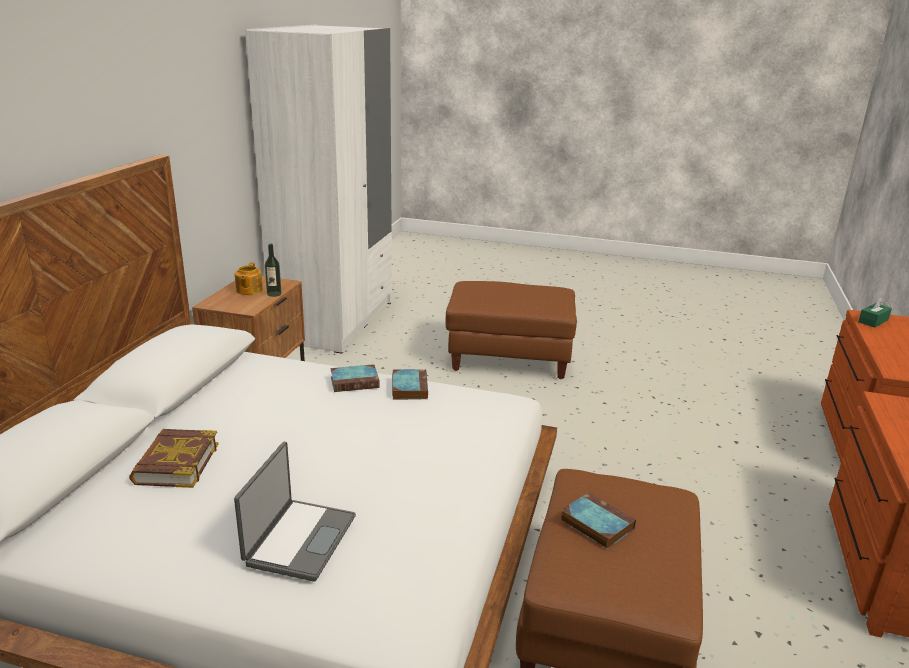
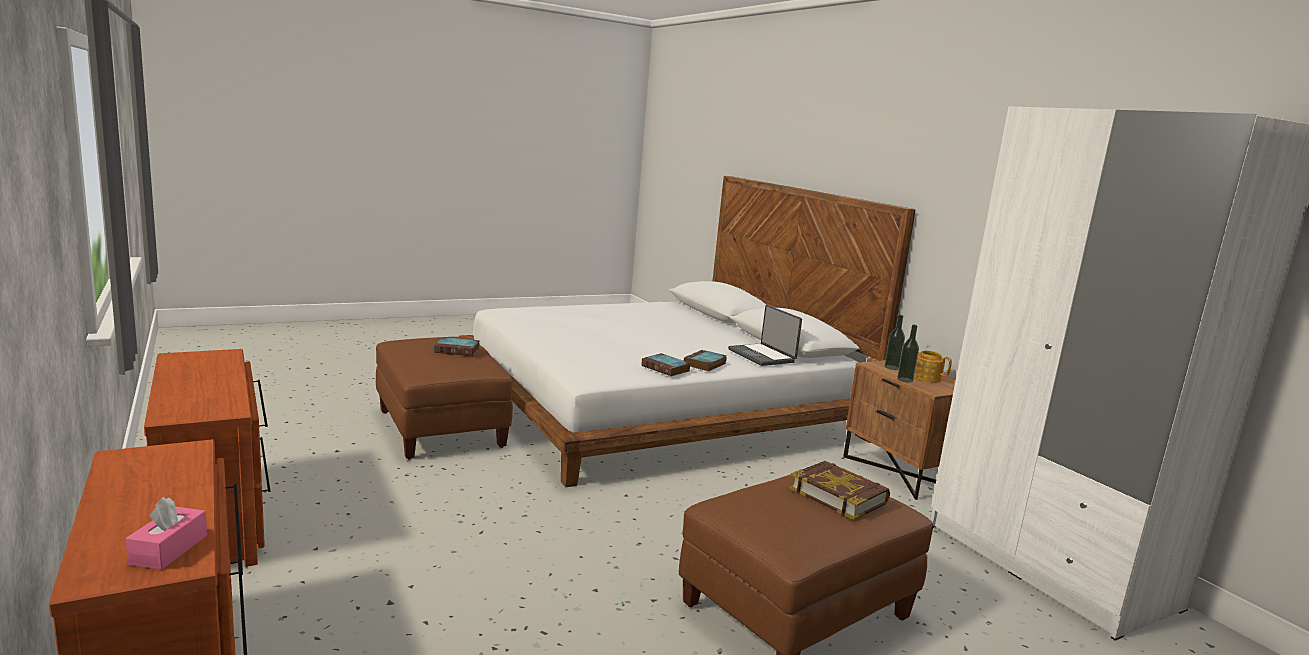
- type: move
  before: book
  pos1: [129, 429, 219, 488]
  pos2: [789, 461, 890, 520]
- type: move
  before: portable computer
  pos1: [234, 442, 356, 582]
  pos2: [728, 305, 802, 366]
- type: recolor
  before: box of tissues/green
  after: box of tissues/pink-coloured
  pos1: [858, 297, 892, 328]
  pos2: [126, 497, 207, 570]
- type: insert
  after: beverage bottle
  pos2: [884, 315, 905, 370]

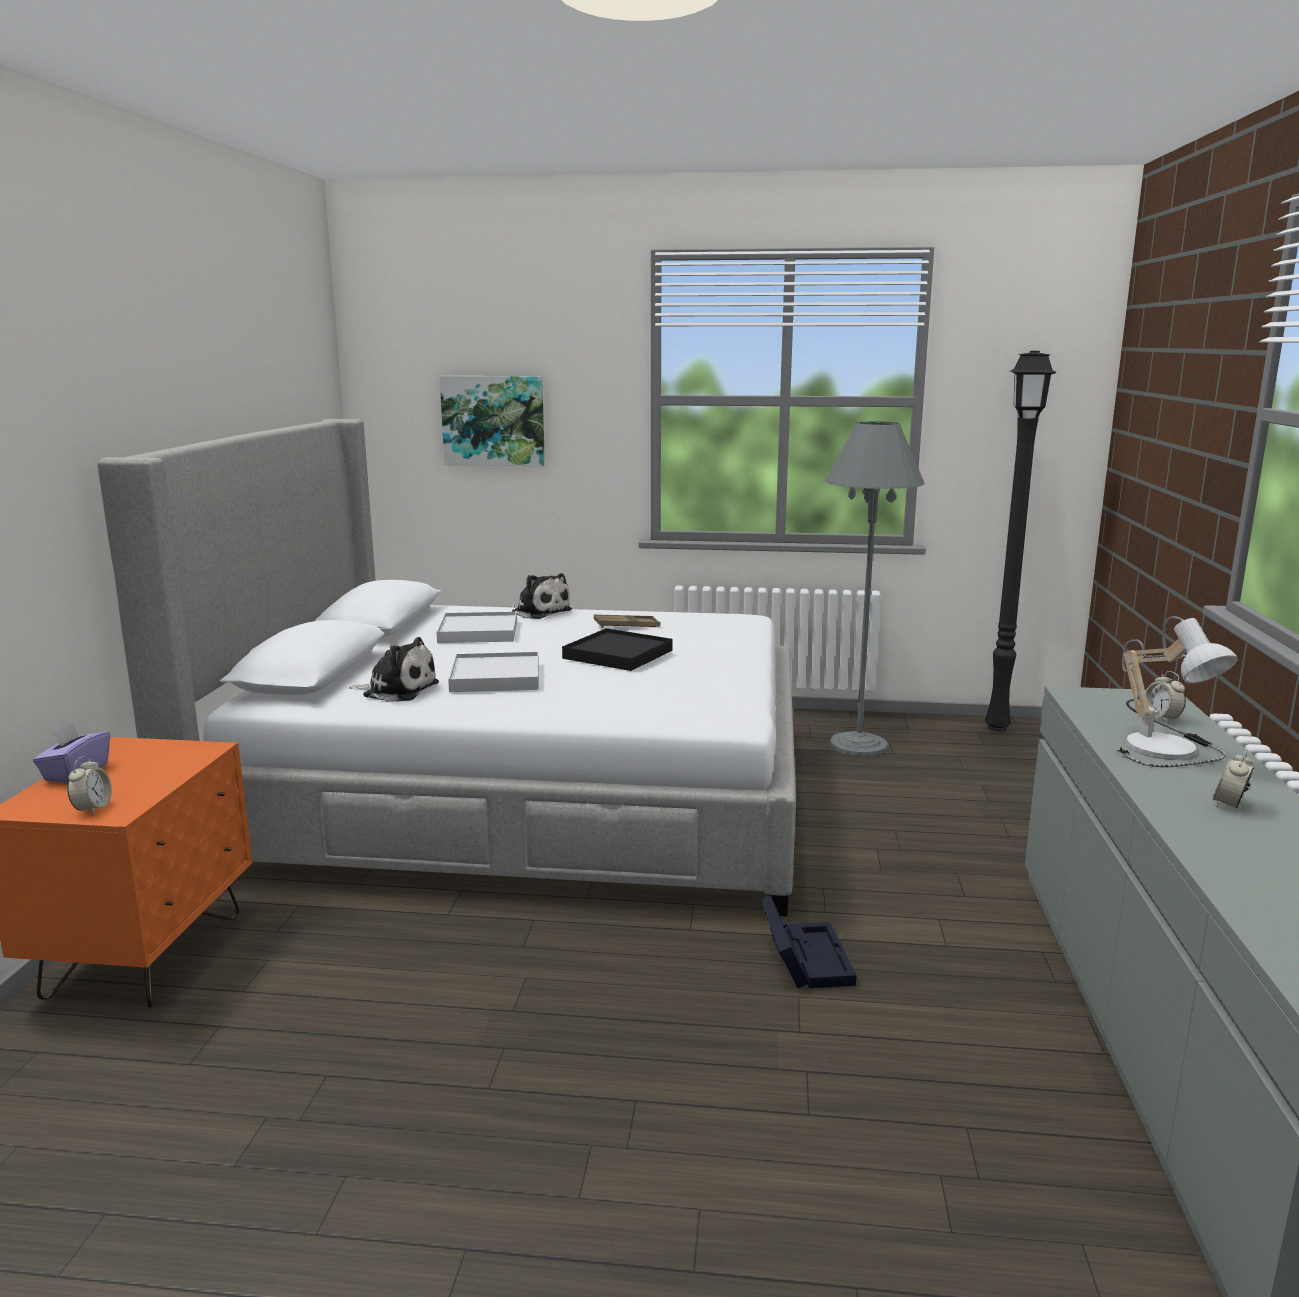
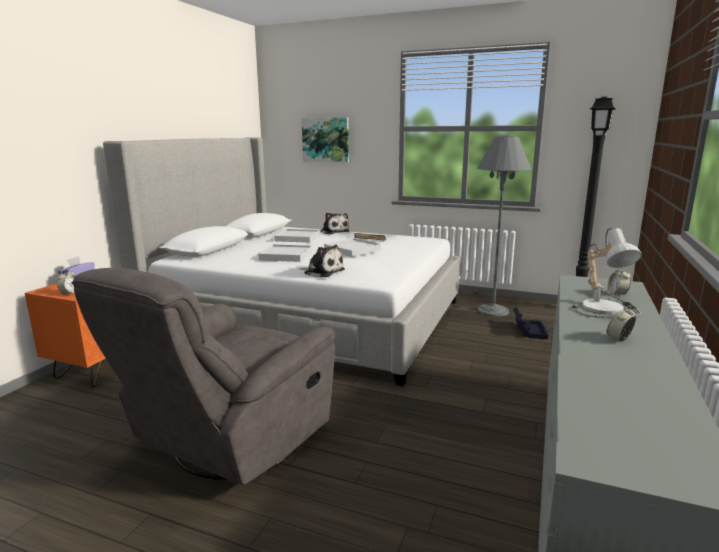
- type: move
  before: cuddly toy
  pos1: [349, 637, 439, 702]
  pos2: [299, 245, 345, 277]
- type: recolor
  before: tray/blackish
  after: tray/whitish
  pos1: [562, 628, 672, 671]
  pos2: [324, 238, 381, 257]
- type: move
  before: storage bin/blackish
  pos1: [760, 895, 856, 988]
  pos2: [513, 307, 548, 339]
- type: insert
  after: lounge chair/gray
  pos2: [71, 268, 335, 485]

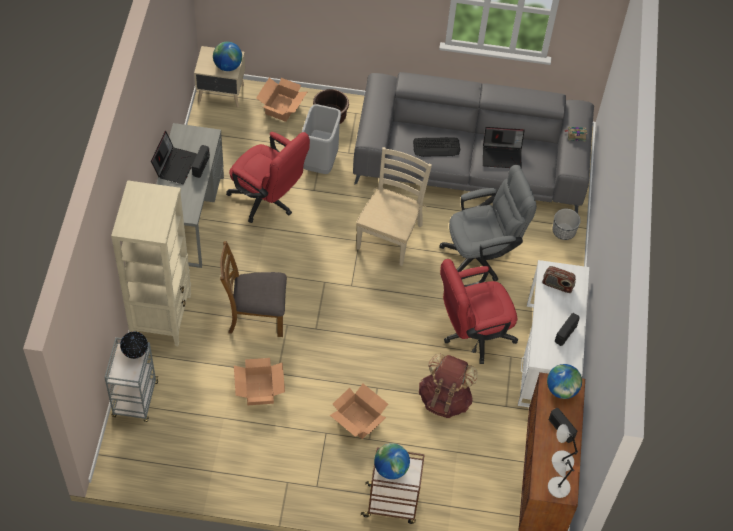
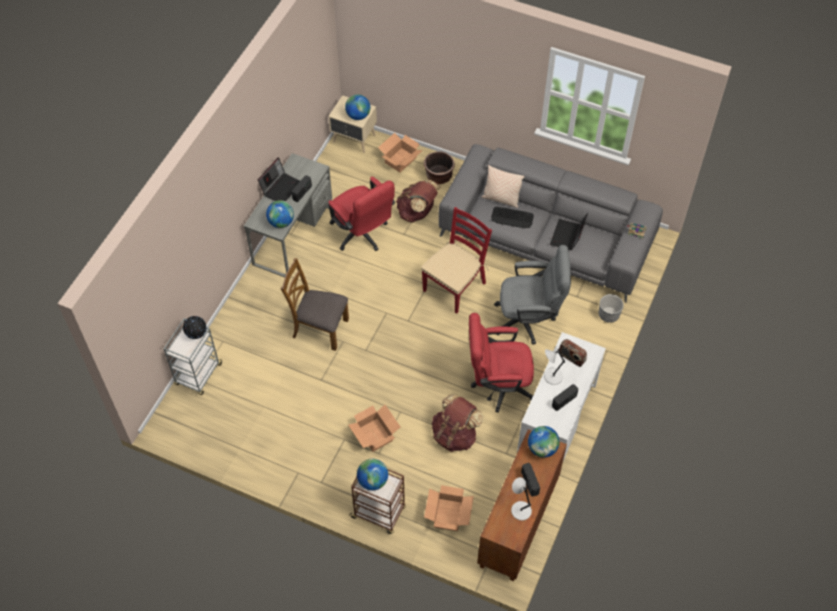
- type: delete
  before: bookcase/sand-coloured
  pos1: [111, 180, 191, 346]
- type: move
  before: packing box
  pos1: [234, 358, 285, 405]
  pos2: [424, 485, 474, 531]
- type: replace
  before: trash can/gray
  after: knapsack/brown
  pos1: [302, 104, 341, 174]
  pos2: [396, 180, 440, 222]
- type: recolor
  before: chair/sand-coloured
  after: chair/red-coloured
  pos1: [356, 147, 432, 266]
  pos2: [421, 207, 492, 314]
- type: rotate
  before: portable computer
  pos1: [483, 127, 525, 168]
  pos2: [550, 213, 588, 250]
  turn: 90
- type: move
  before: tabletop lamp/gray
  pos1: [548, 460, 574, 498]
  pos2: [544, 349, 565, 385]
- type: insert
  after: globe
  pos2: [266, 200, 294, 228]
- type: insert
  after: throw pillow/sand-coloured
  pos2: [482, 165, 525, 208]

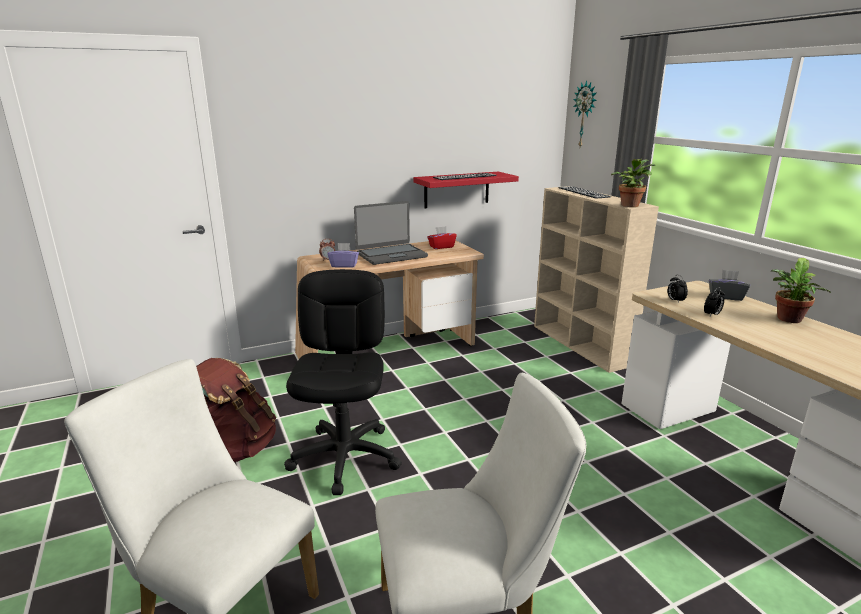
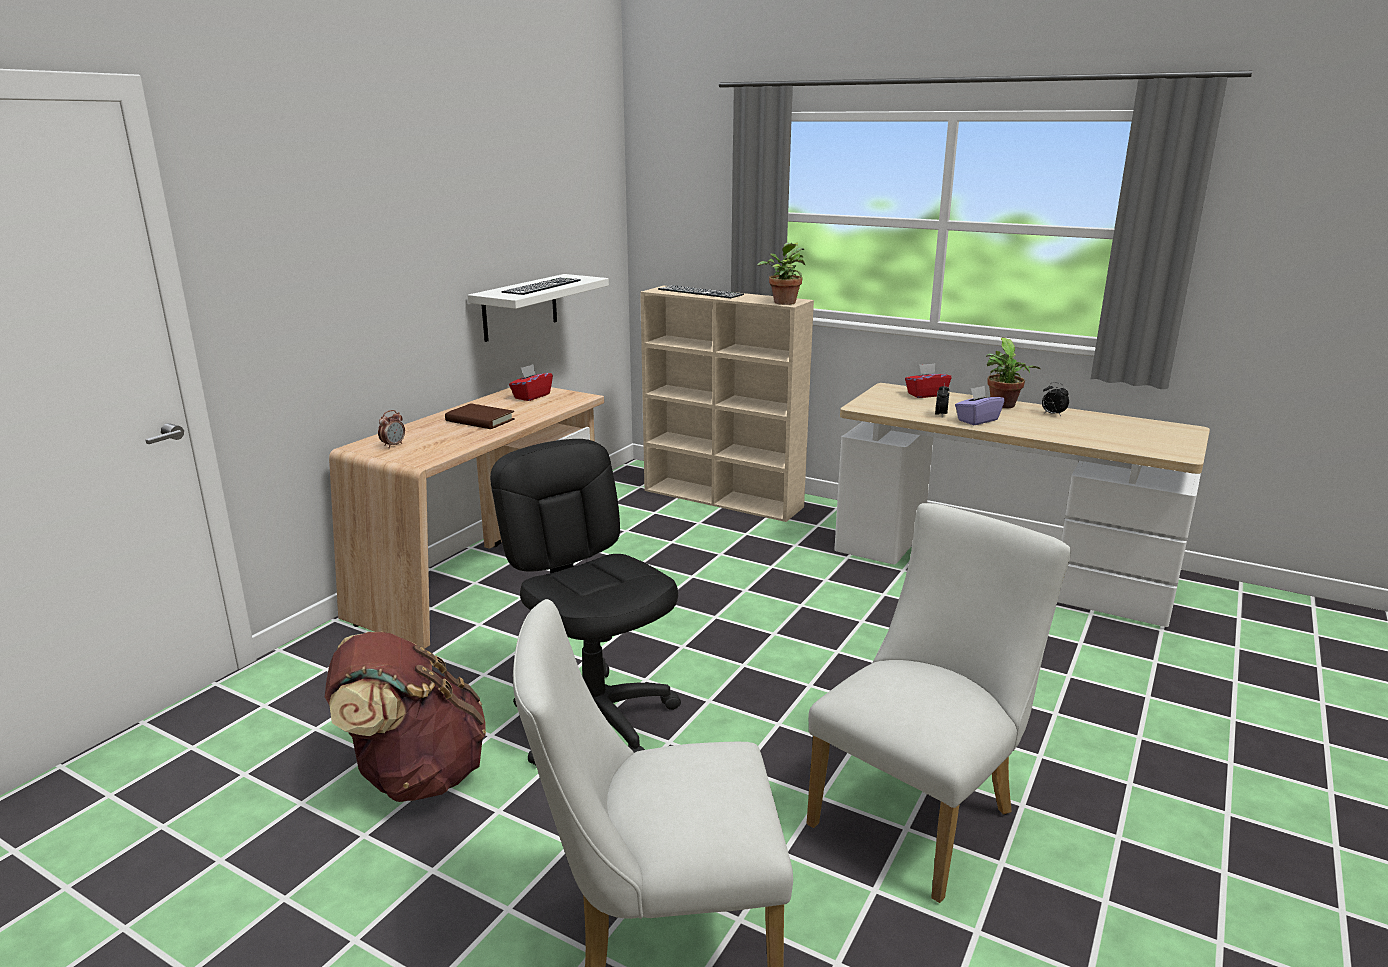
- type: move
  before: box of tissues/purple
  pos1: [327, 243, 359, 268]
  pos2: [955, 386, 1005, 425]
- type: replace
  before: portable computer
  after: book/brown
  pos1: [354, 201, 428, 265]
  pos2: [445, 403, 515, 429]
- type: recolor
  before: shelf/red-coloured
  after: shelf/whitish
  pos1: [413, 172, 519, 208]
  pos2: [468, 274, 609, 342]
- type: delete
  before: hanging clock
  pos1: [573, 80, 597, 147]
- type: move
  before: table clock
  pos1: [668, 275, 688, 303]
  pos2: [1042, 382, 1069, 416]
- type: recolor
  before: box of tissues/gray
  after: box of tissues/red-coloured
  pos1: [709, 270, 750, 301]
  pos2: [905, 363, 951, 398]

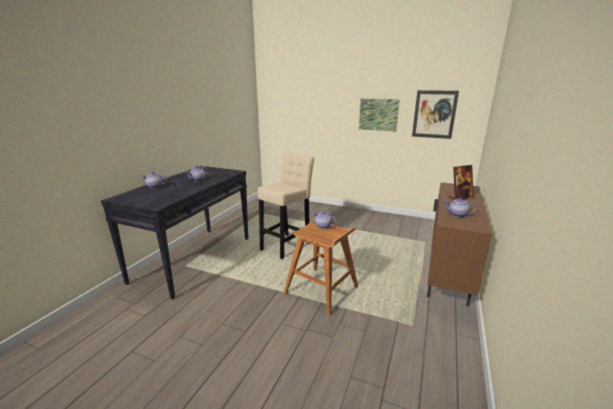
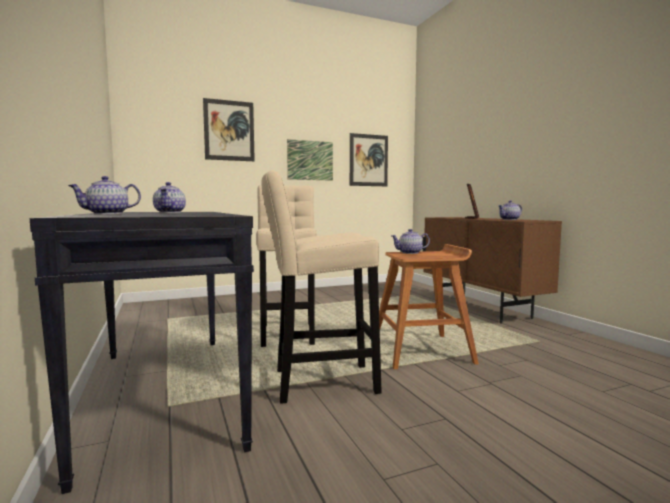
- type: insert
  after: wall picture
  pos2: [203, 98, 255, 161]
- type: insert
  after: sitting stool/sand-coloured
  pos2: [261, 171, 382, 404]

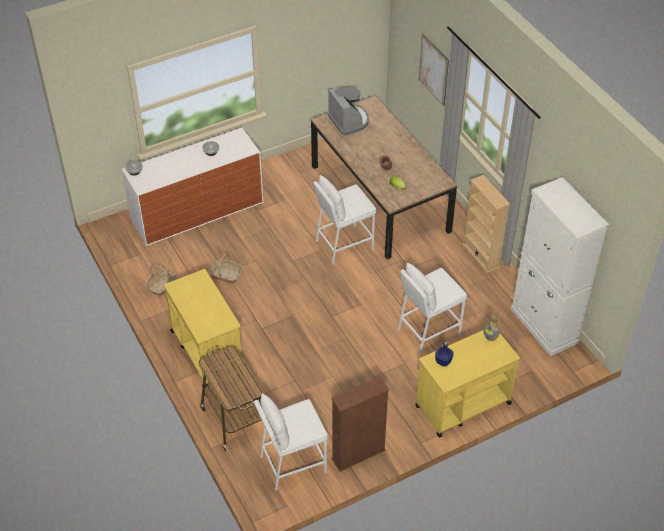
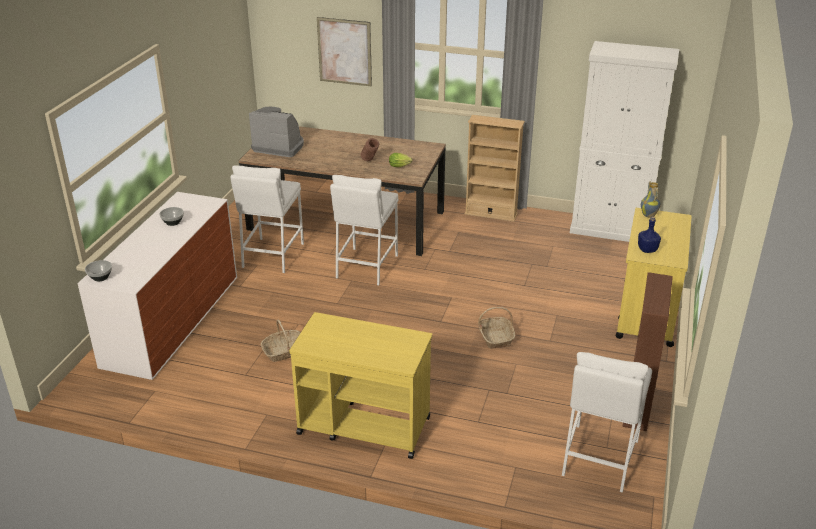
- type: move
  before: household basket
  pos1: [145, 265, 178, 297]
  pos2: [478, 307, 515, 349]
- type: delete
  before: trolley
  pos1: [198, 347, 263, 452]
- type: move
  before: sitting stool/whitish
  pos1: [398, 263, 467, 354]
  pos2: [230, 166, 304, 273]

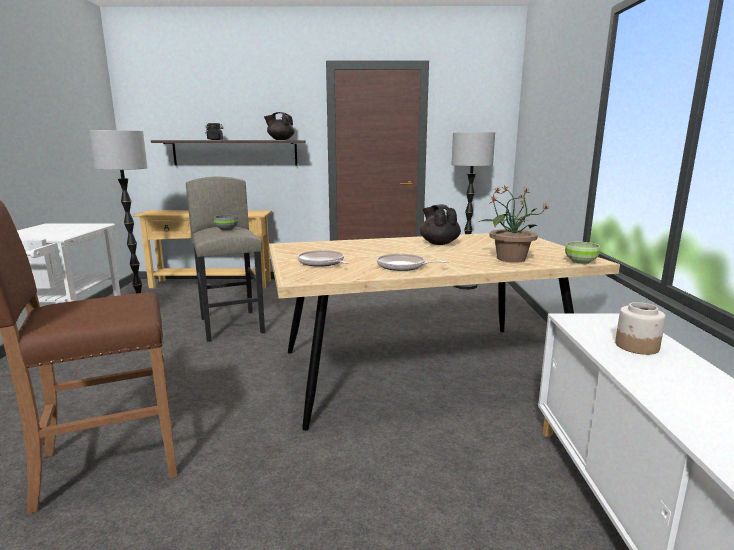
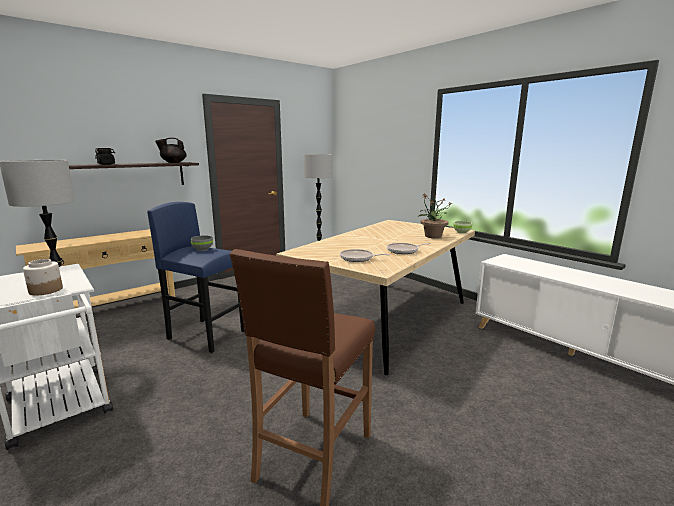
- type: recolor
  before: sitting stool/gray
  after: sitting stool/blue-coloured
  pos1: [186, 177, 265, 342]
  pos2: [147, 202, 244, 353]
- type: delete
  before: pot for tea/blackish
  pos1: [420, 204, 461, 245]
- type: move
  before: jar
  pos1: [615, 302, 666, 355]
  pos2: [23, 259, 63, 295]

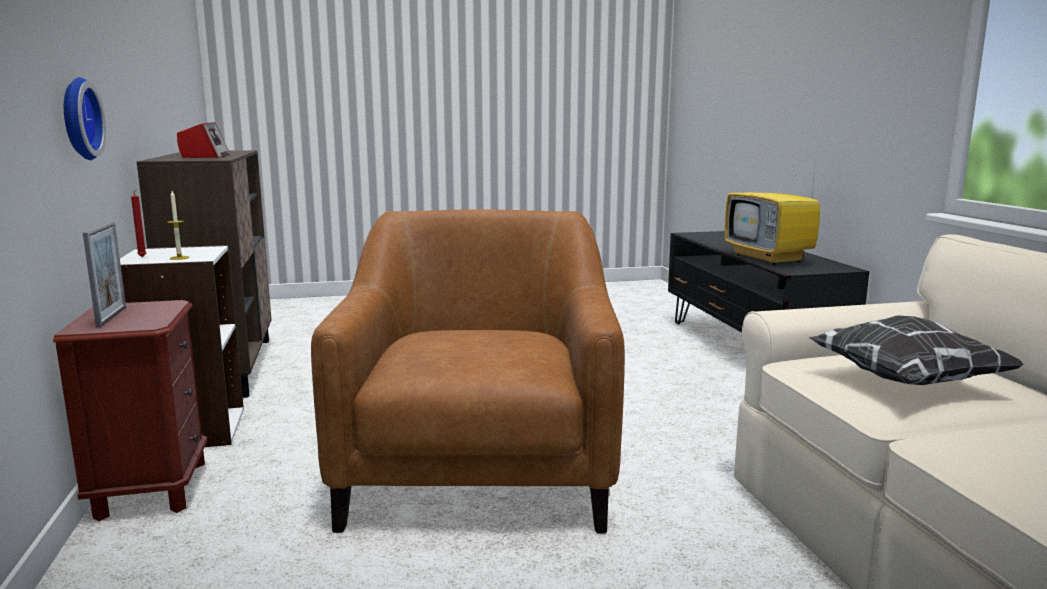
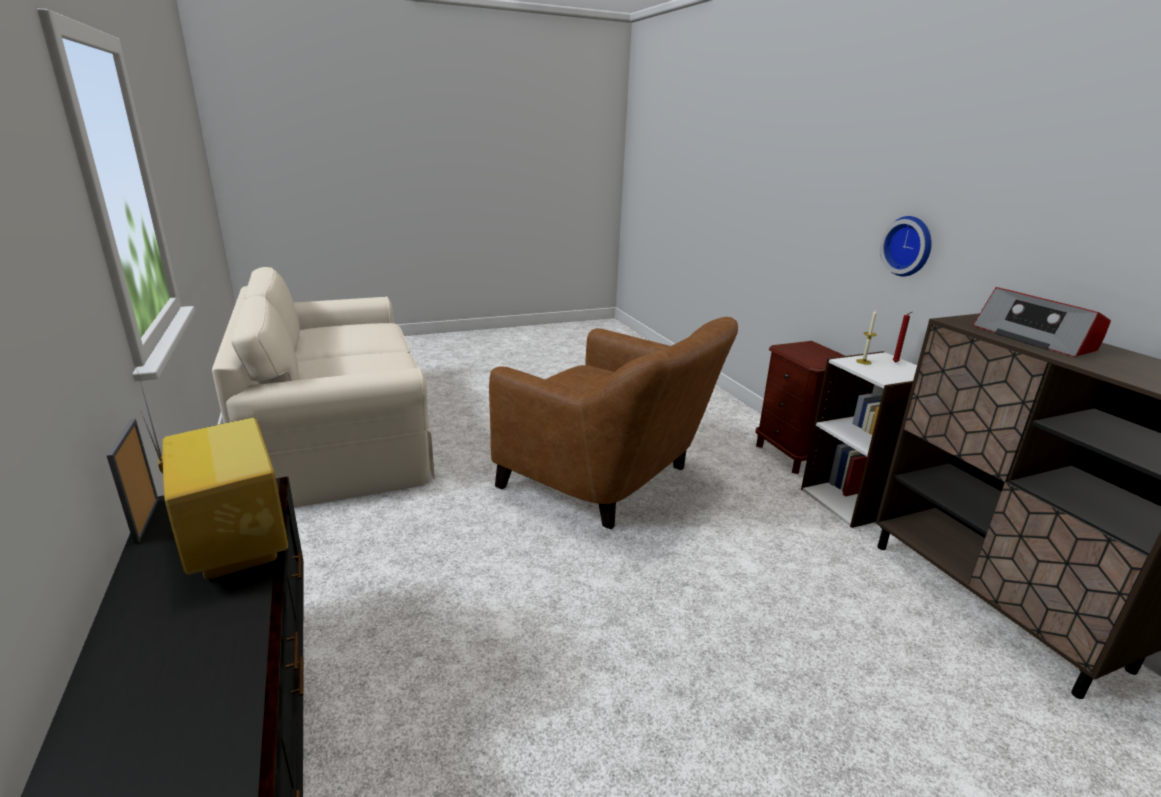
- type: move
  before: photo frame
  pos1: [83, 221, 126, 327]
  pos2: [107, 418, 159, 544]
- type: rotate
  before: lounge chair/brown
  pos1: [311, 210, 625, 534]
  pos2: [489, 317, 738, 529]
  turn: -45
- type: delete
  before: throw pillow
  pos1: [809, 315, 1024, 385]

